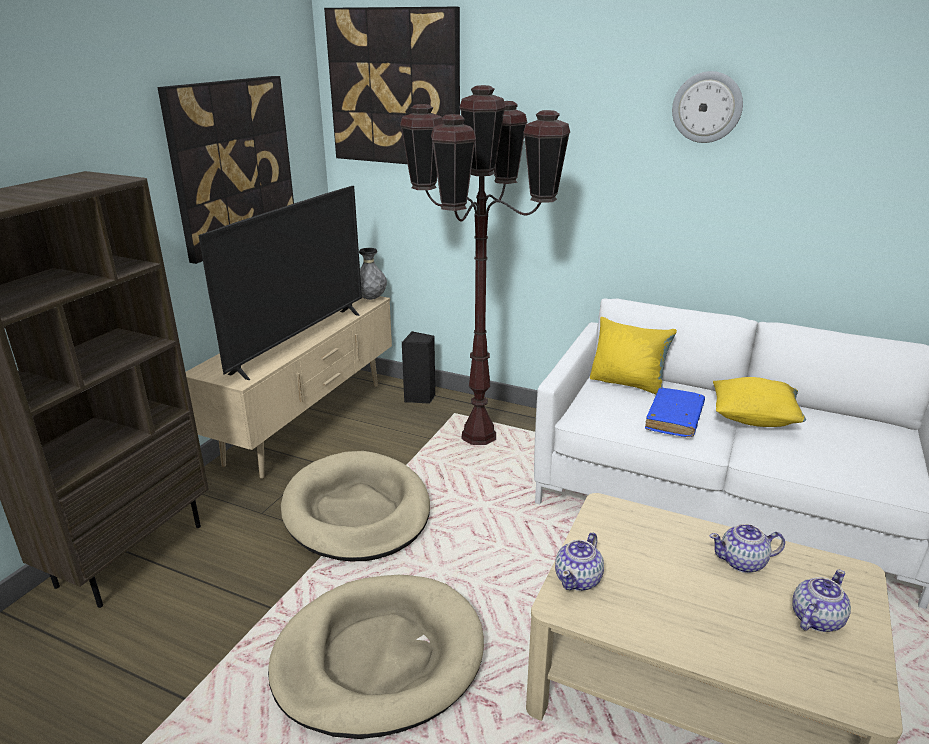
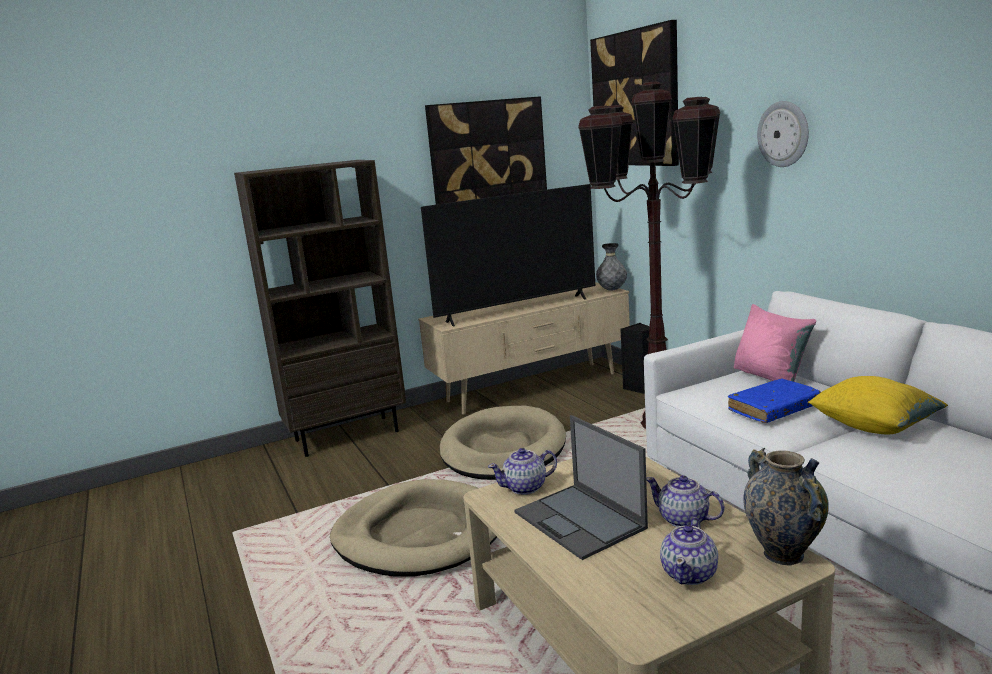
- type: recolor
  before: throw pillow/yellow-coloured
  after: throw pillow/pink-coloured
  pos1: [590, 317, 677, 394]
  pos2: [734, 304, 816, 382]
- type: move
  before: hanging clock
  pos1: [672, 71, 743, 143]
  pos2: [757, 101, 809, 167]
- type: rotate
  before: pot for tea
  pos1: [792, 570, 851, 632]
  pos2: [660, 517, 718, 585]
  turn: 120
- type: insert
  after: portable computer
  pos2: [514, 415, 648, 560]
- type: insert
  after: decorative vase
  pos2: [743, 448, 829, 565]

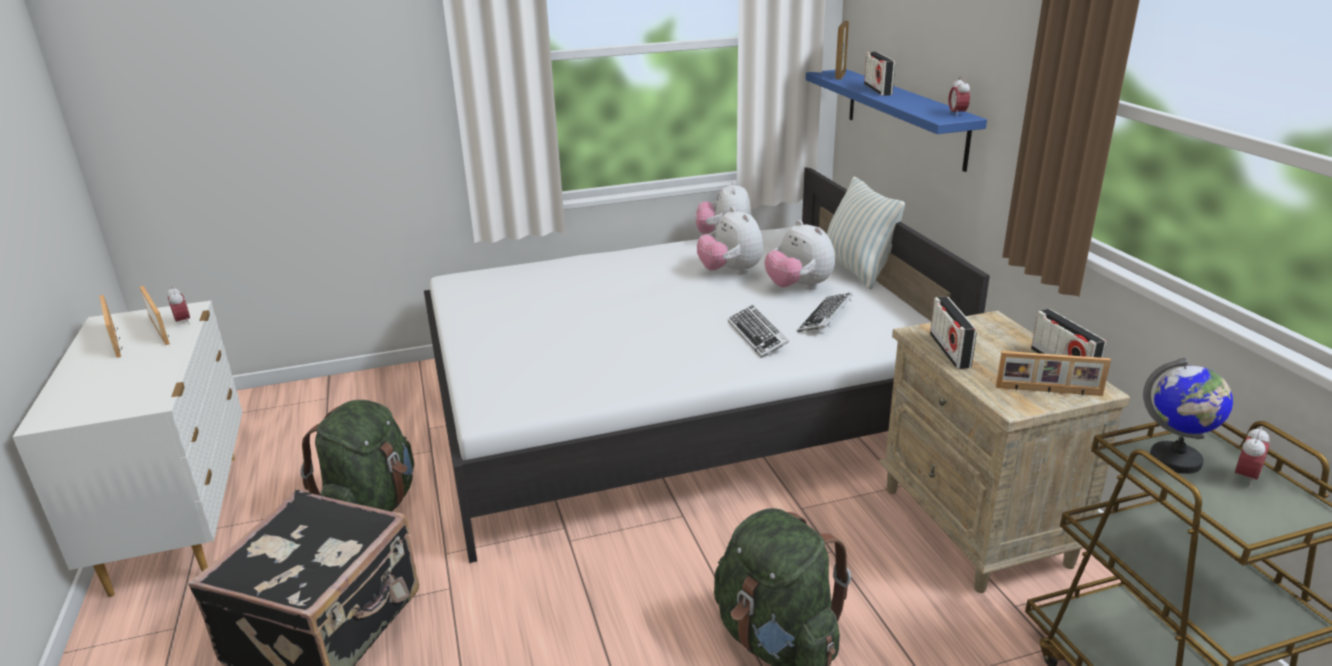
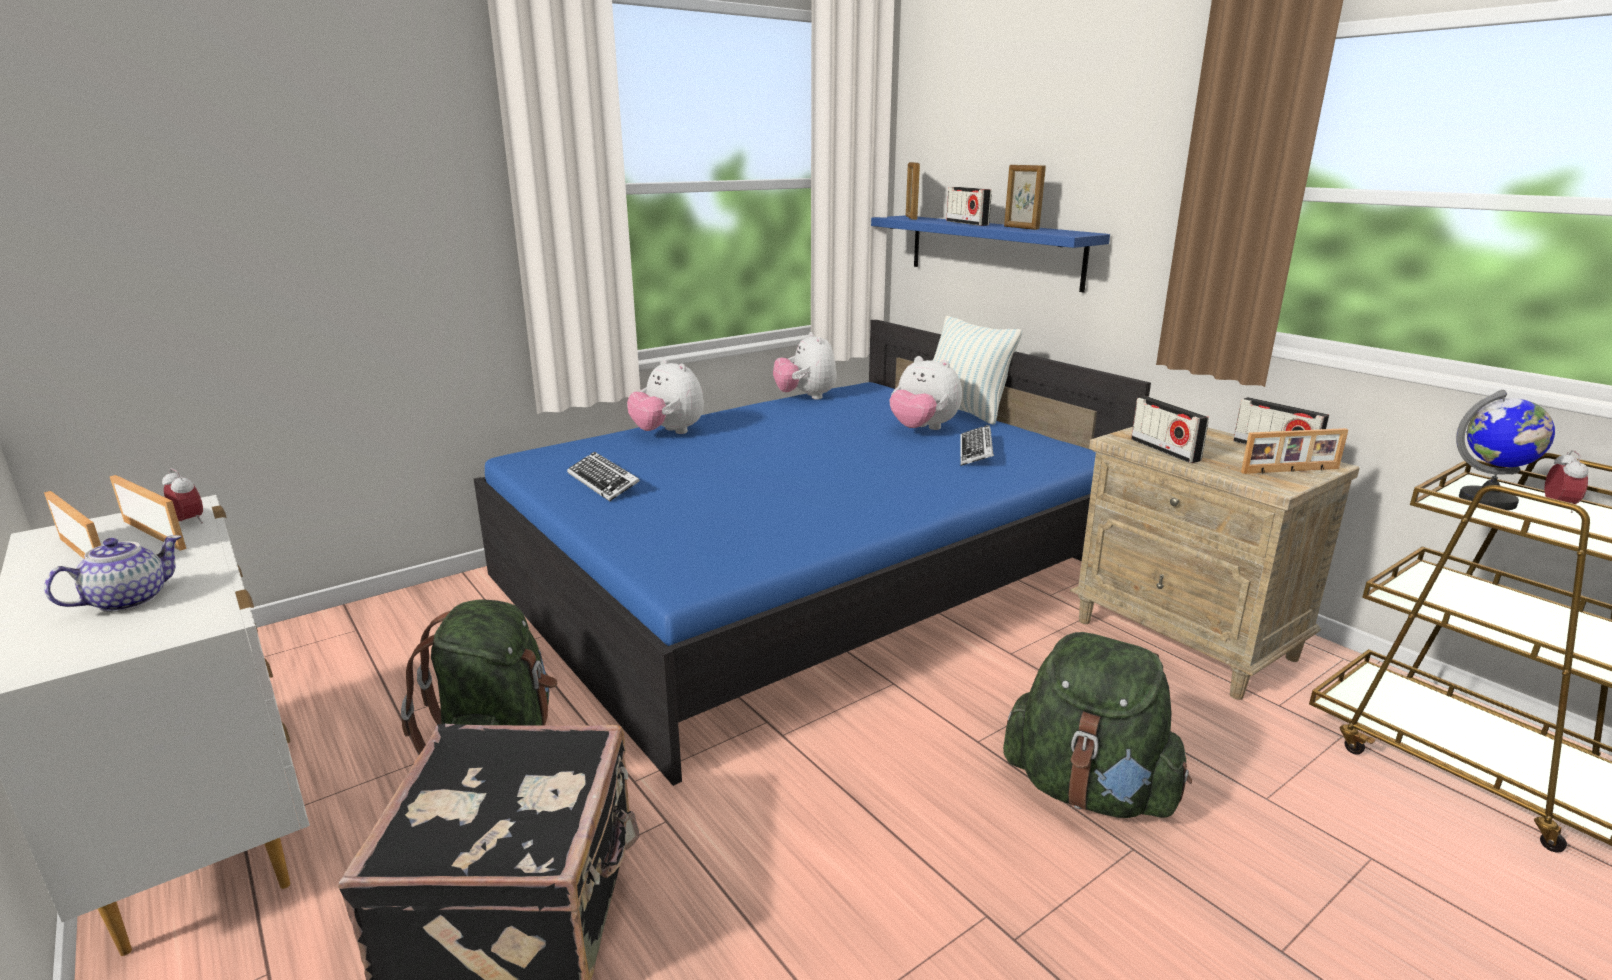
- type: recolor
  before: sleeping bed/whitish
  after: sleeping bed/blue-coloured
  pos1: [424, 168, 990, 563]
  pos2: [474, 320, 1151, 786]
- type: move
  before: cuddly toy
  pos1: [697, 207, 763, 275]
  pos2: [627, 359, 704, 434]
- type: move
  before: computer keyboard
  pos1: [728, 305, 789, 358]
  pos2: [567, 452, 640, 501]
- type: delete
  before: table clock
  pos1: [948, 76, 970, 117]
- type: insert
  after: pot for tea
  pos2: [44, 535, 181, 612]
- type: insert
  after: photo frame
  pos2: [1004, 165, 1046, 230]

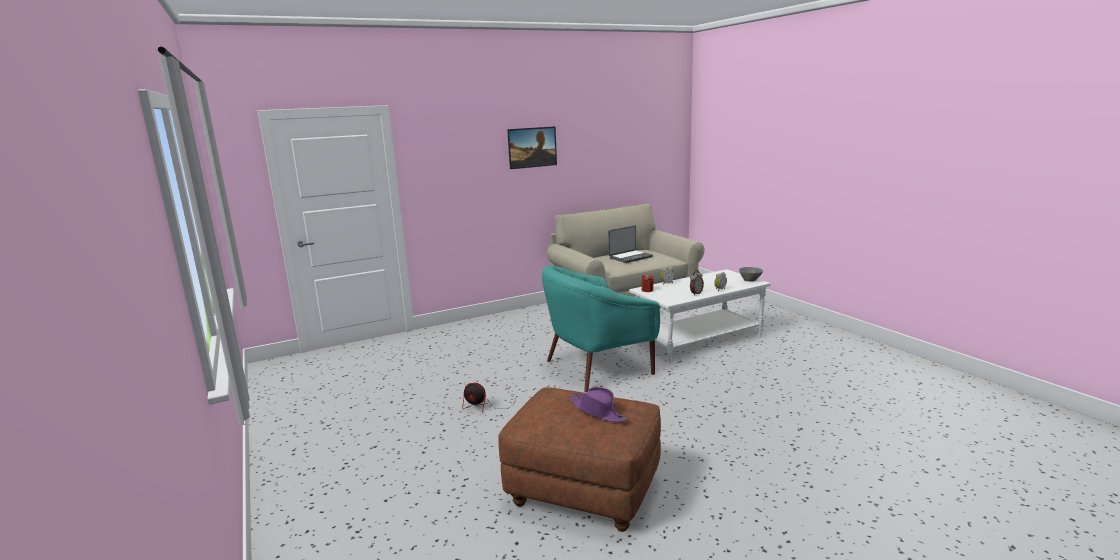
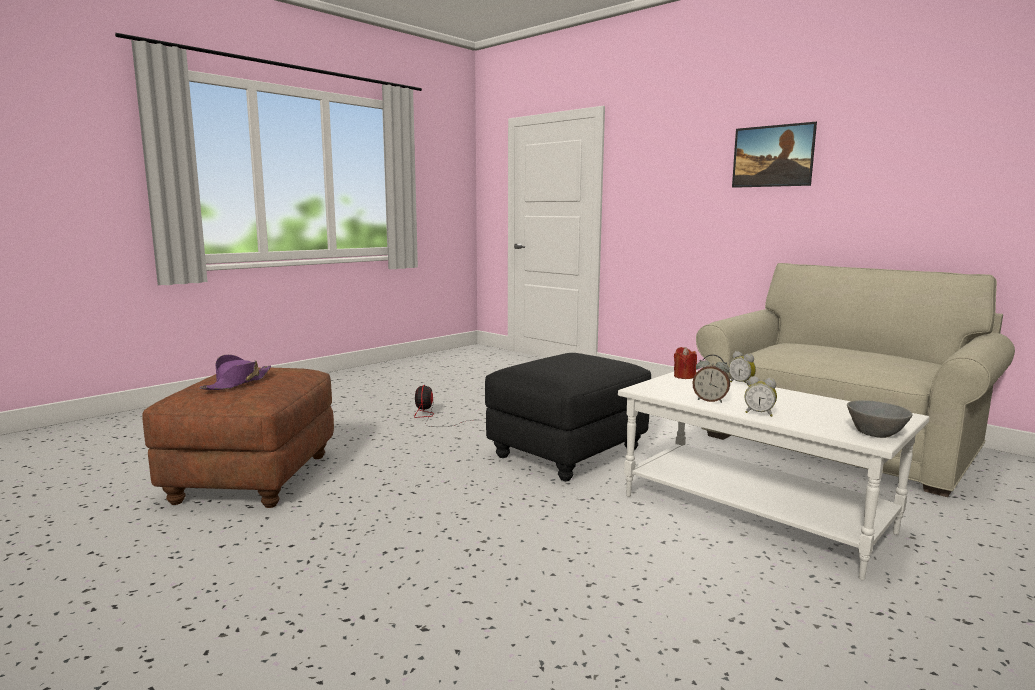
- type: replace
  before: lounge chair/turquoise
  after: ottoman/blackish
  pos1: [541, 266, 660, 392]
  pos2: [485, 353, 651, 481]
- type: delete
  before: portable computer
  pos1: [608, 226, 653, 263]

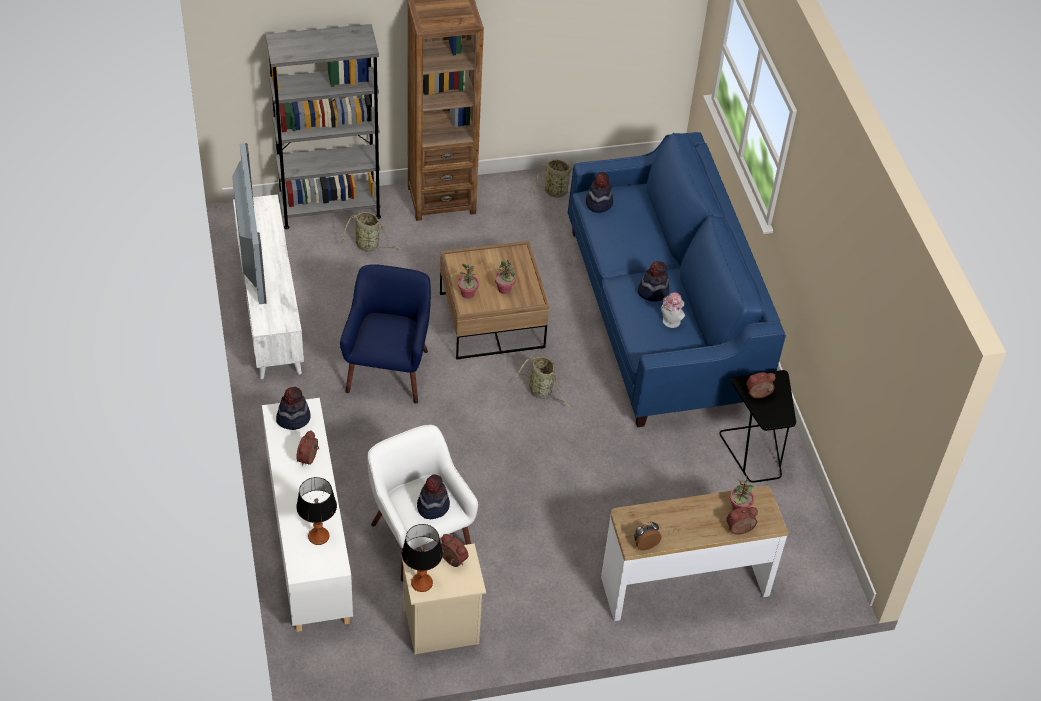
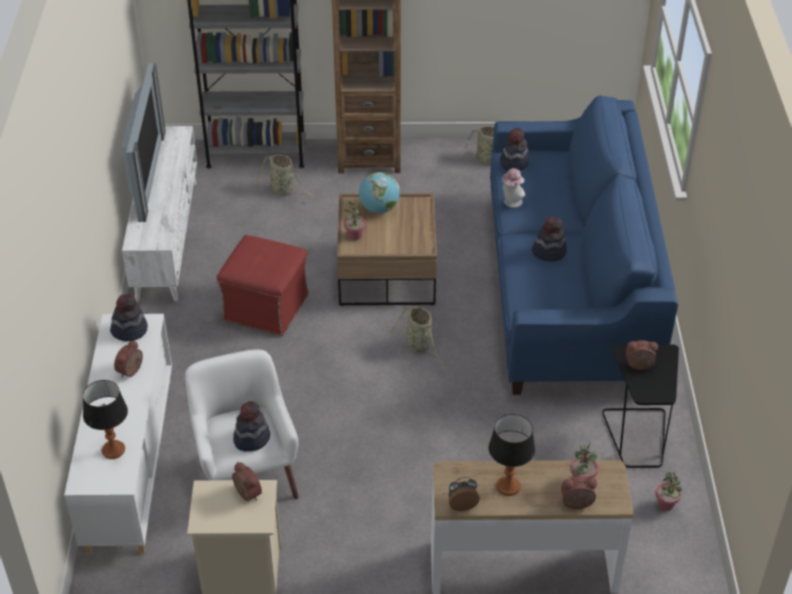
- type: replace
  before: lounge chair/blue-coloured
  after: ottoman/red-coloured
  pos1: [340, 264, 431, 404]
  pos2: [217, 235, 309, 336]
- type: move
  before: tabletop lamp
  pos1: [402, 524, 443, 592]
  pos2: [488, 414, 535, 496]
- type: move
  before: potted plant
  pos1: [495, 259, 516, 294]
  pos2: [655, 471, 682, 511]
- type: move
  before: hat
  pos1: [661, 292, 685, 328]
  pos2: [502, 168, 525, 208]
- type: insert
  after: globe
  pos2: [359, 172, 400, 213]

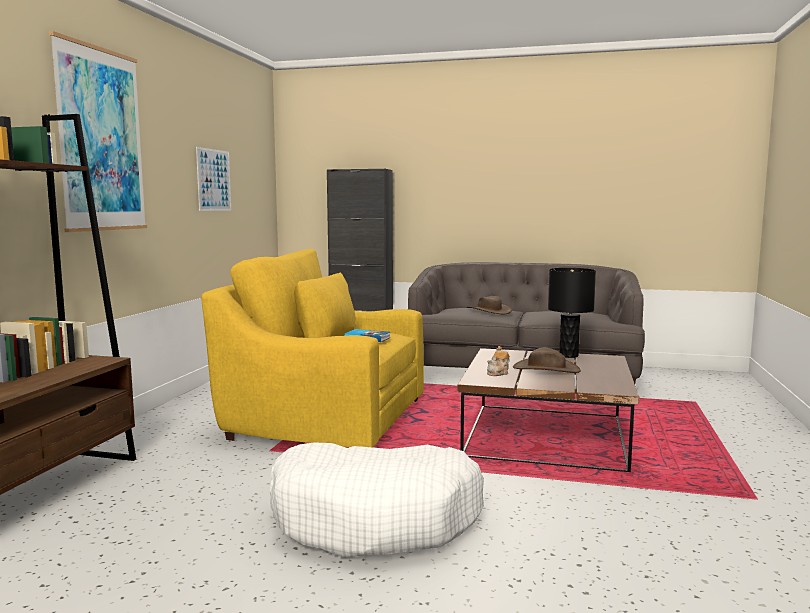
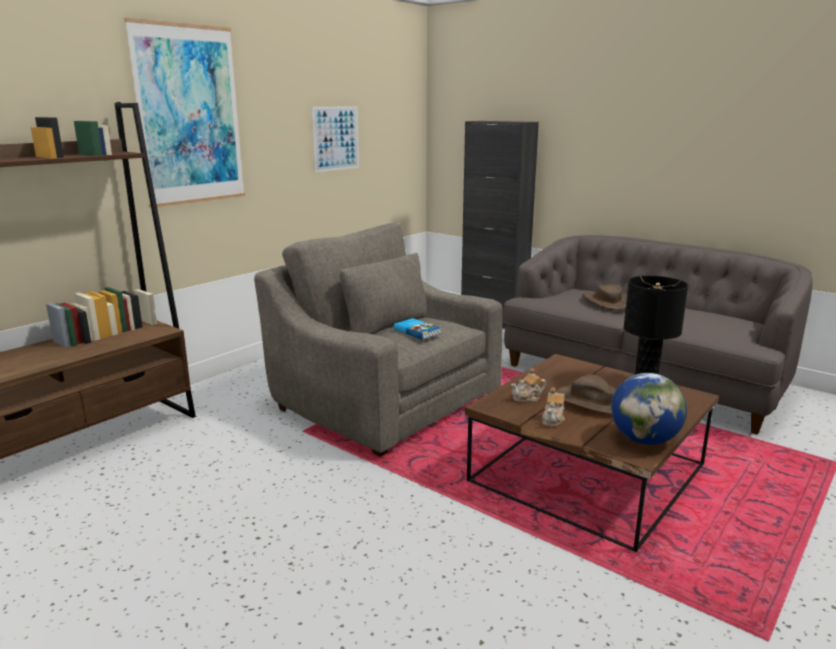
- type: recolor
  before: lounge chair/yellow-coloured
  after: lounge chair/gray
  pos1: [201, 249, 424, 447]
  pos2: [254, 223, 503, 456]
- type: delete
  before: dog bed/whitish
  pos1: [270, 442, 484, 557]
- type: insert
  after: pot for tea
  pos2: [542, 388, 565, 427]
- type: insert
  after: globe
  pos2: [611, 373, 687, 445]

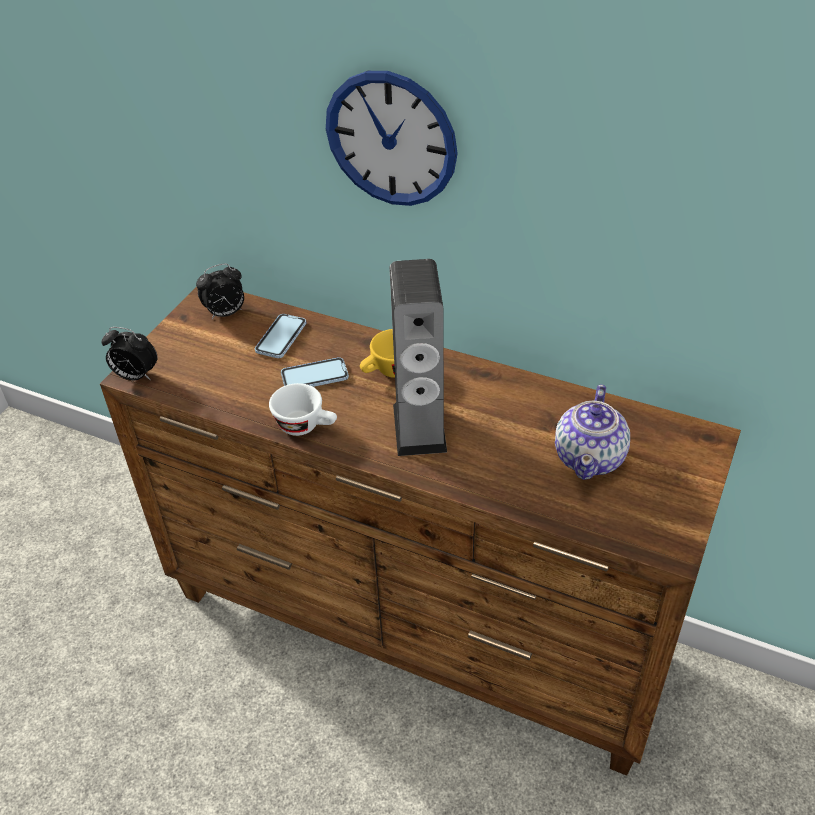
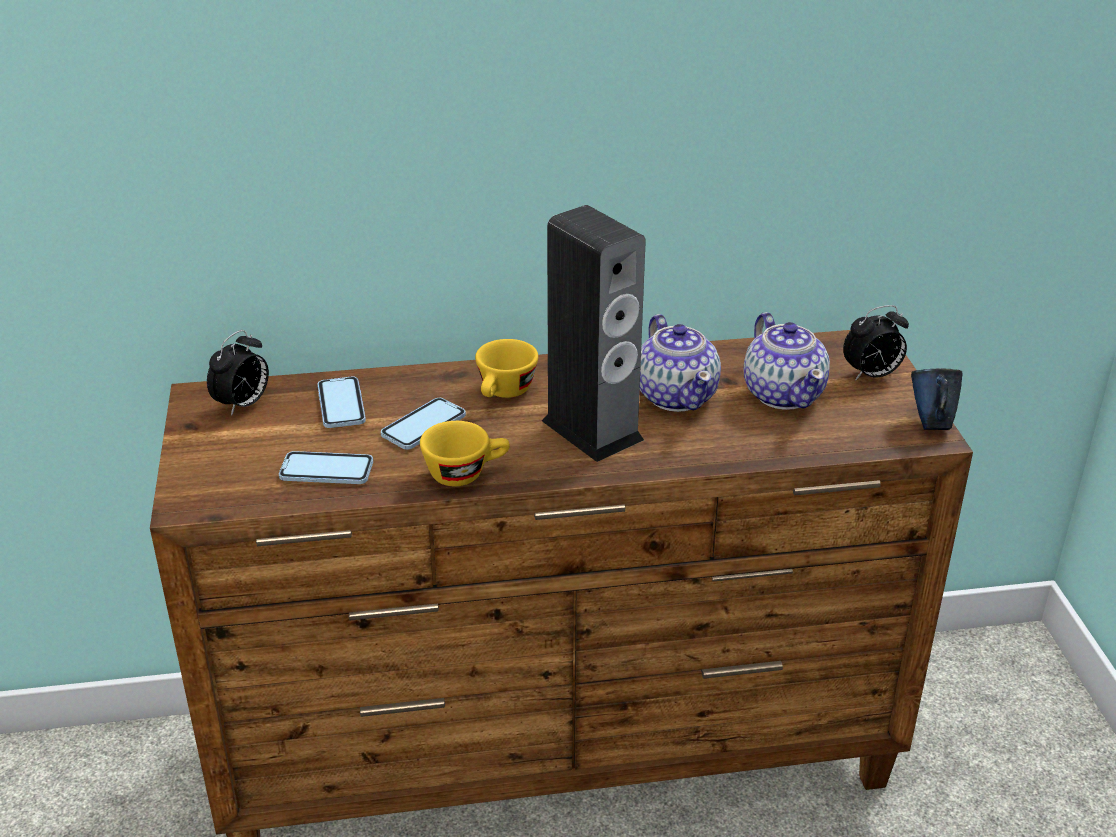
- type: move
  before: table clock
  pos1: [101, 327, 158, 380]
  pos2: [843, 305, 909, 380]
- type: recolor
  before: small cup/whitish
  after: small cup/yellow-coloured
  pos1: [269, 383, 337, 436]
  pos2: [420, 421, 510, 486]
- type: delete
  before: hanging clock
  pos1: [326, 71, 458, 206]
- type: insert
  after: phone
  pos2: [279, 451, 373, 484]
- type: insert
  after: pot for tea
  pos2: [640, 314, 721, 412]
- type: insert
  after: mug/blue-coloured
  pos2: [911, 368, 963, 430]

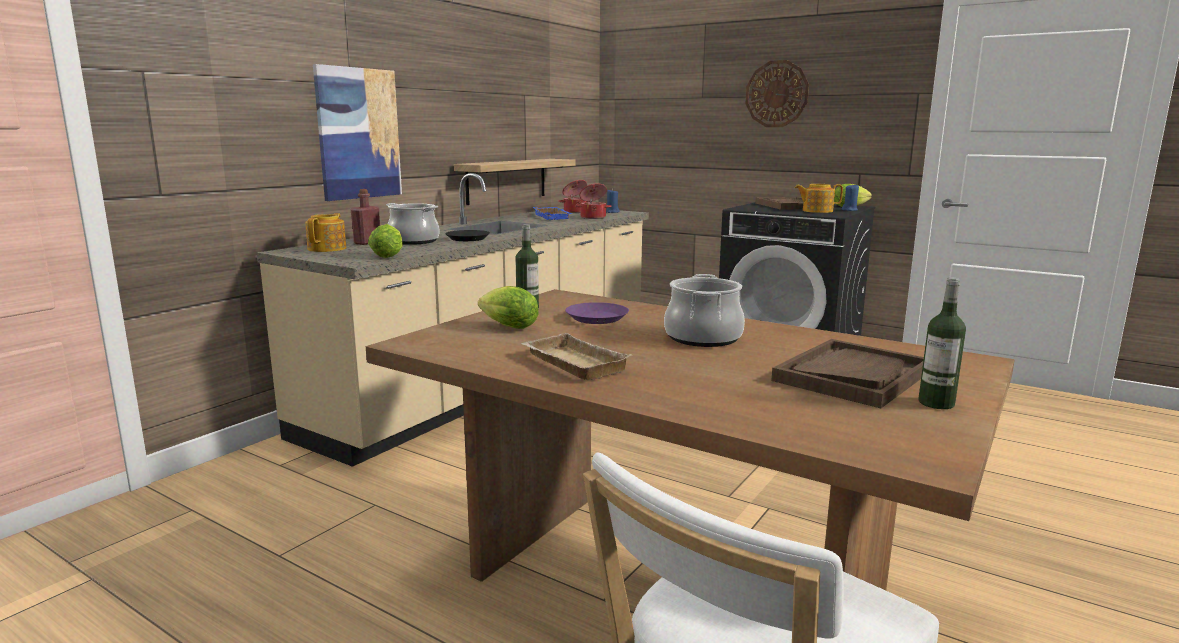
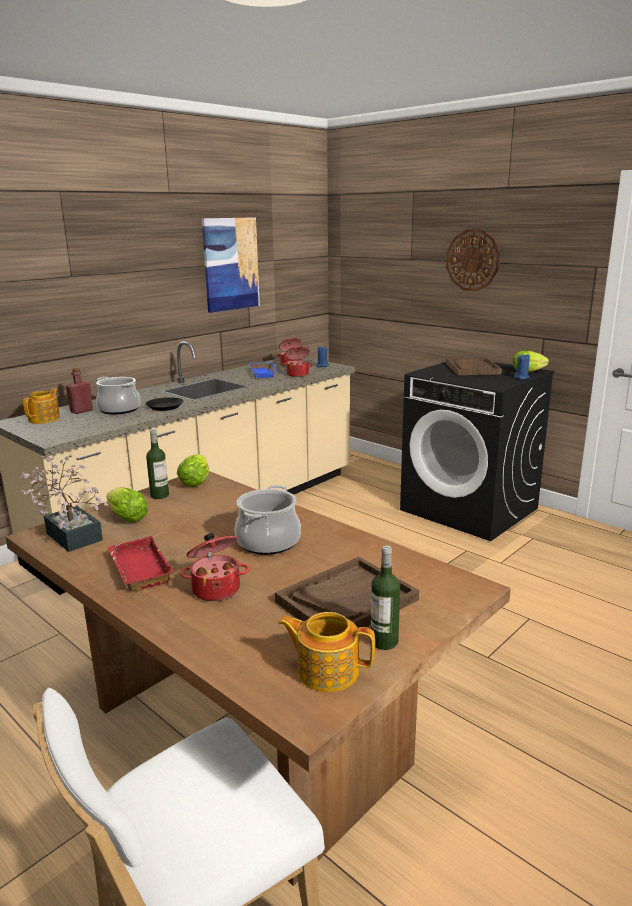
- type: move
  before: wall picture
  pos1: [313, 64, 402, 201]
  pos2: [202, 217, 260, 313]
- type: move
  before: lettuce
  pos1: [368, 224, 403, 258]
  pos2: [177, 454, 209, 487]
- type: delete
  before: shelf
  pos1: [454, 159, 576, 205]
- type: recolor
  before: tray/sand-coloured
  after: tray/red-coloured
  pos1: [521, 333, 632, 380]
  pos2: [107, 536, 174, 591]
- type: delete
  before: plate/purple
  pos1: [565, 302, 629, 324]
- type: move
  before: pot for tea
  pos1: [795, 184, 843, 213]
  pos2: [278, 612, 375, 692]
- type: insert
  after: potted plant
  pos2: [20, 454, 109, 552]
- type: insert
  after: stockpot
  pos2: [180, 533, 249, 601]

